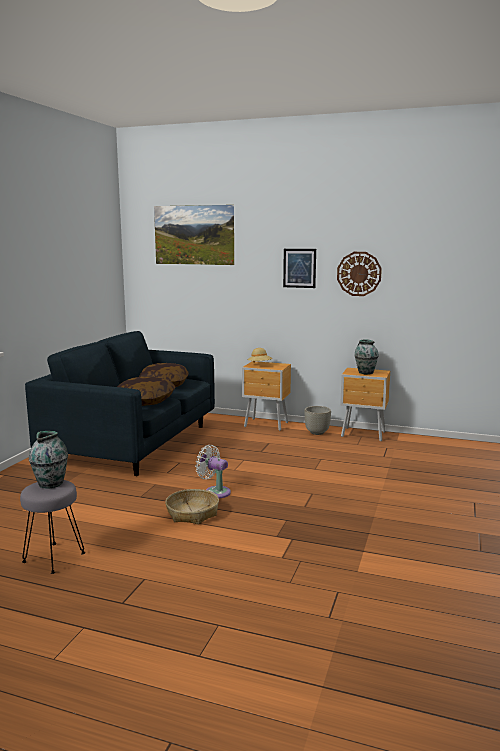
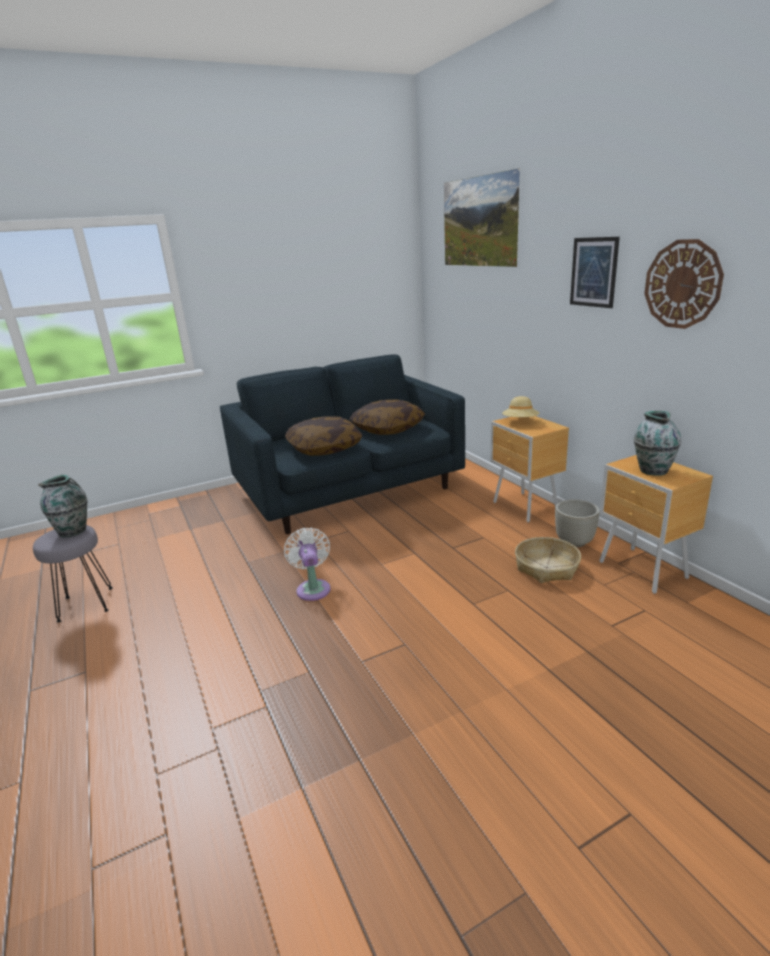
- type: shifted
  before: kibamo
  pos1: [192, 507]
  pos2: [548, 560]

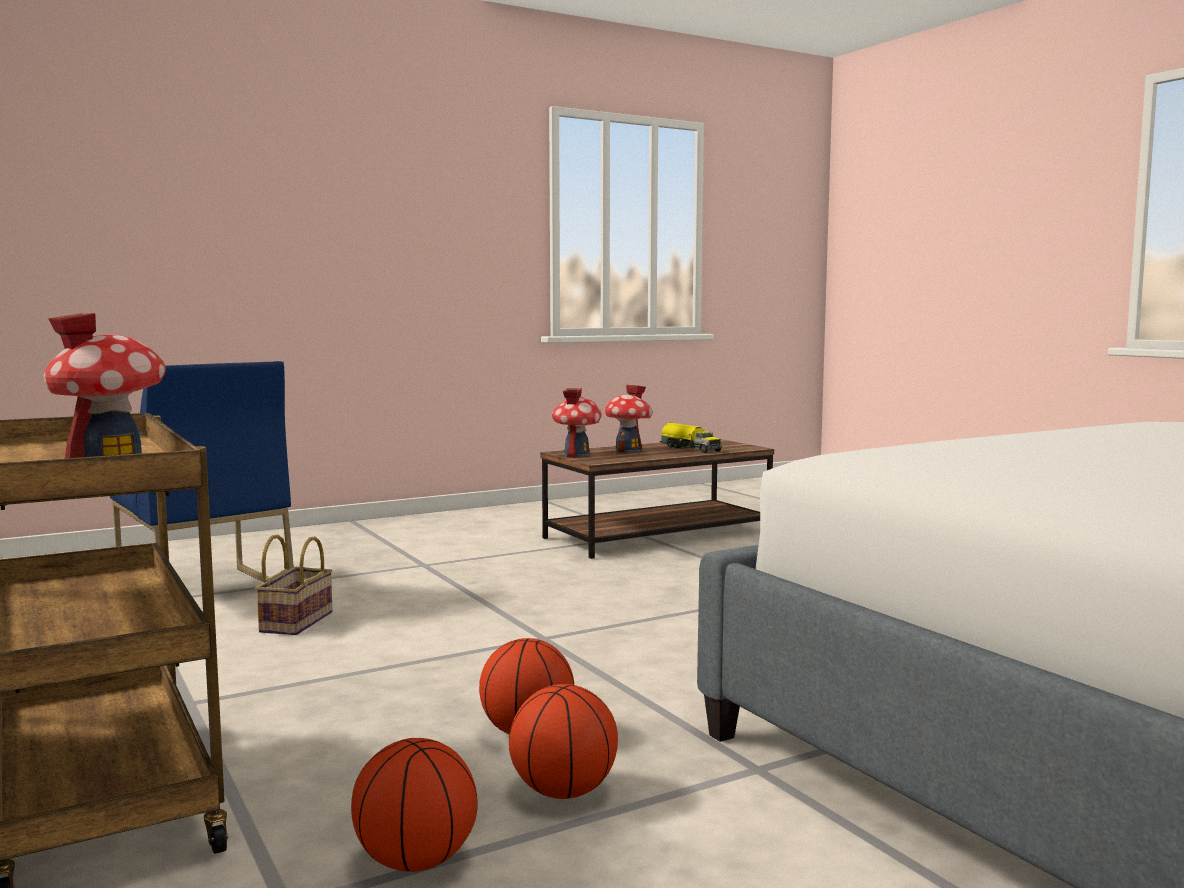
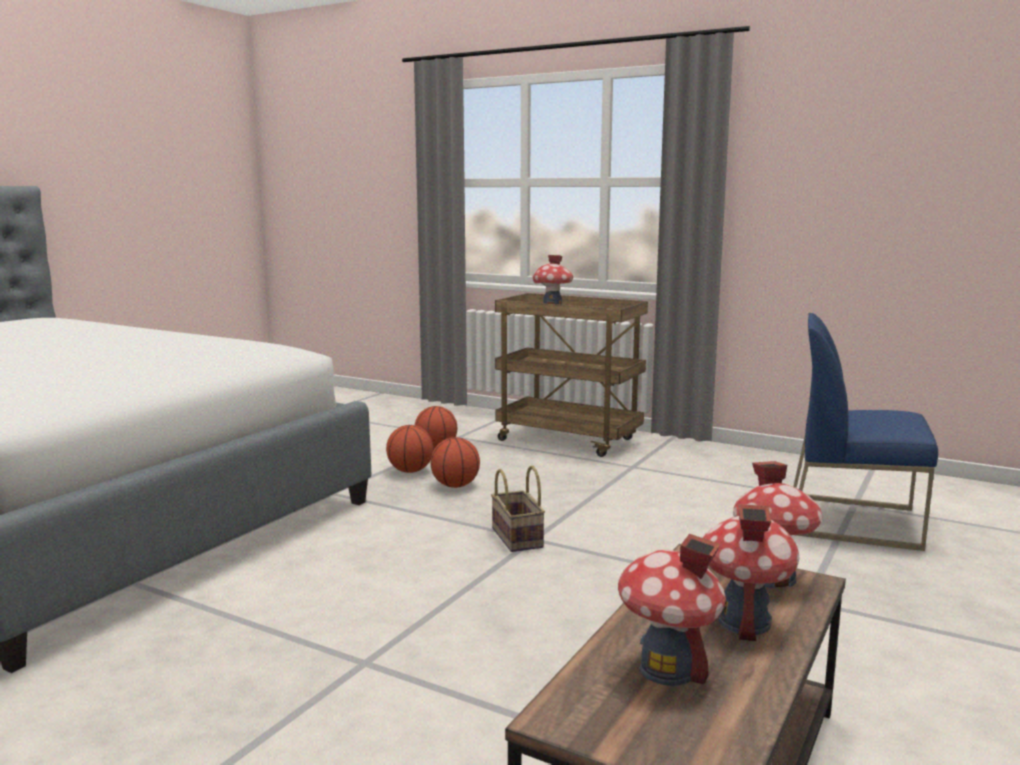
- type: shifted
  before: kibamo
  pos1: [294, 584]
  pos2: [518, 509]
- type: swapped
  before: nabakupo
  after: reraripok
  pos1: [691, 438]
  pos2: [672, 610]

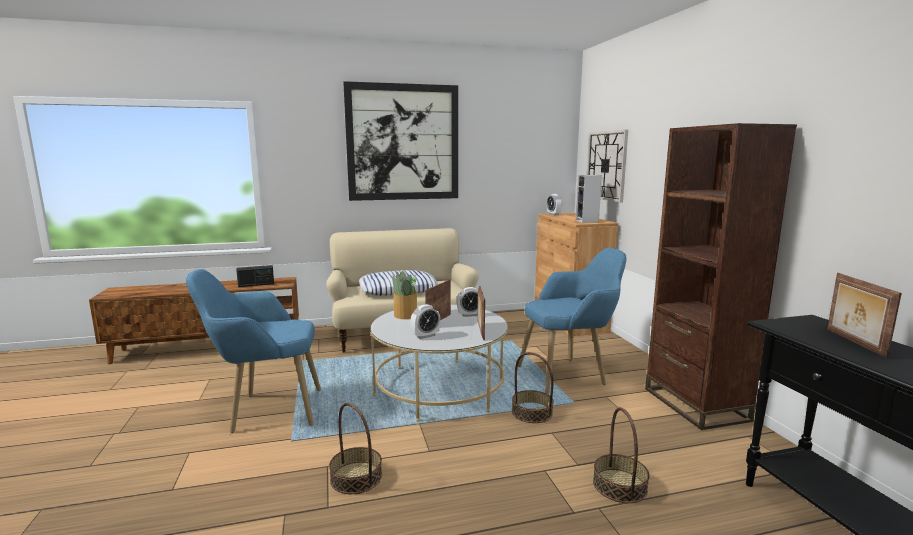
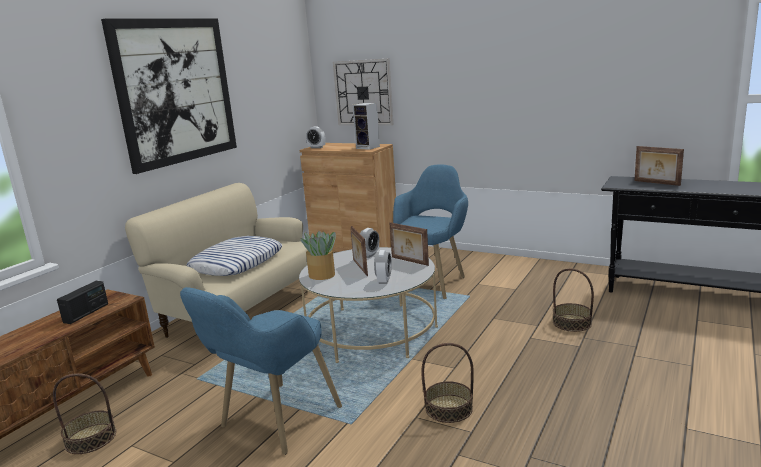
- type: gone
  before: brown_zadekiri
  pos1: [721, 276]
- type: shifted
  before: kibamo
  pos1: [533, 387]
  pos2: [84, 413]

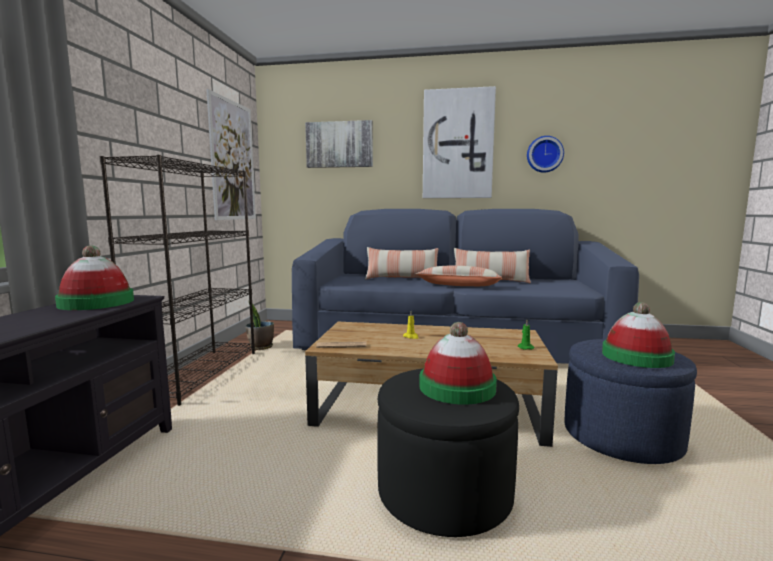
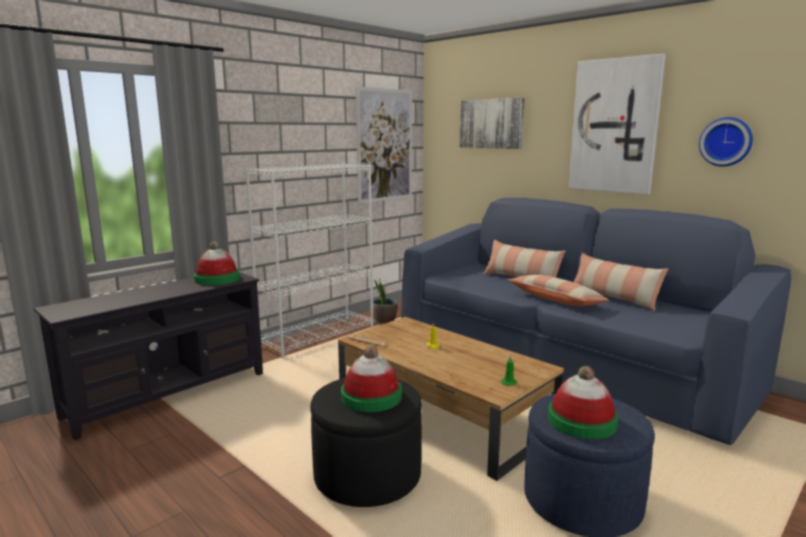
- type: repainted
  before: black_zadekiri
  after: white_zadekiri
  pos1: [177, 280]
  pos2: [309, 260]

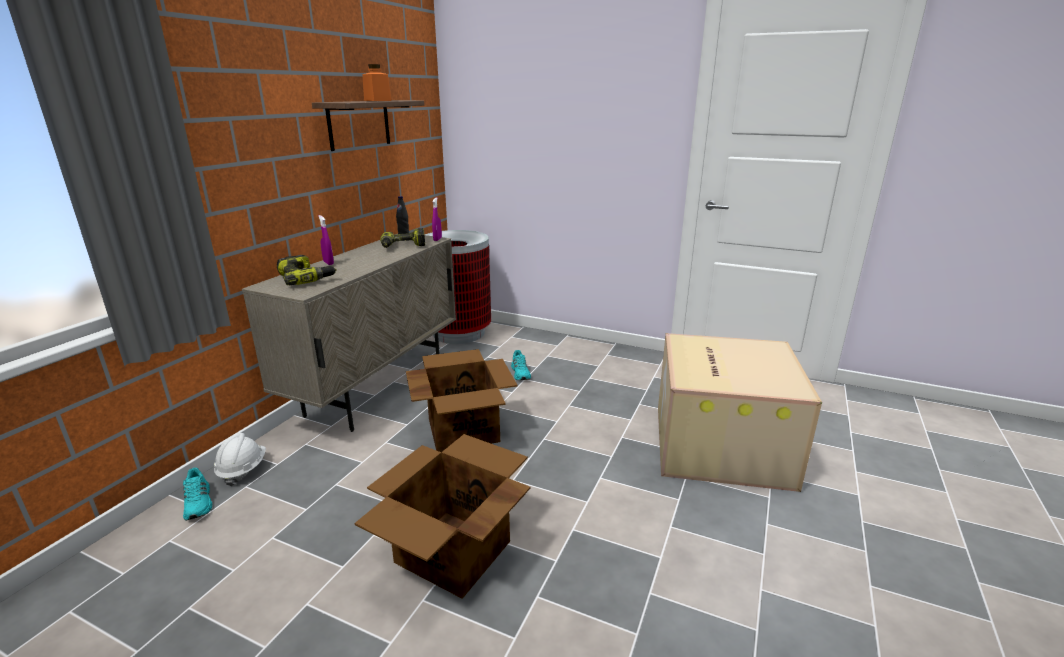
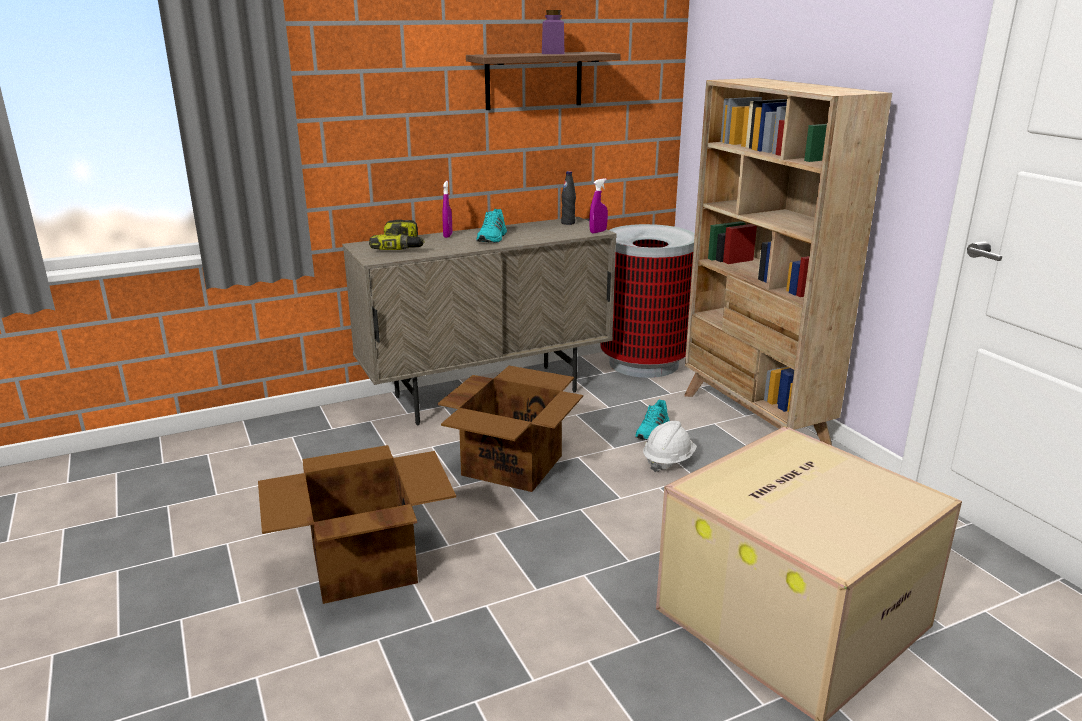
- type: gone
  before: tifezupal
  pos1: [402, 238]
- type: new
  after: beige_zadekiri
  pos2: [788, 262]
- type: shifted
  before: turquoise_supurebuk
  pos1: [197, 494]
  pos2: [491, 226]
- type: shifted
  before: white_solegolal
  pos1: [240, 459]
  pos2: [670, 446]
- type: repainted
  before: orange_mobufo
  after: purple_mobufo
  pos1: [376, 82]
  pos2: [553, 32]

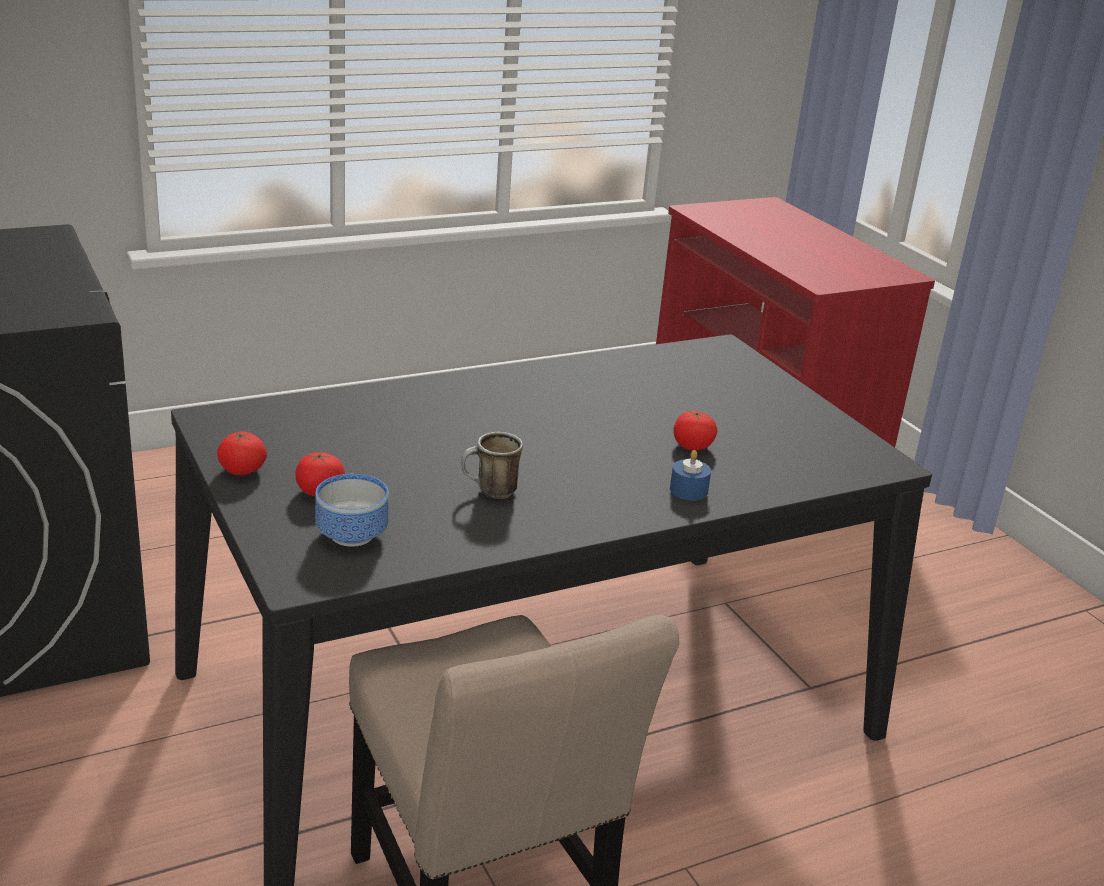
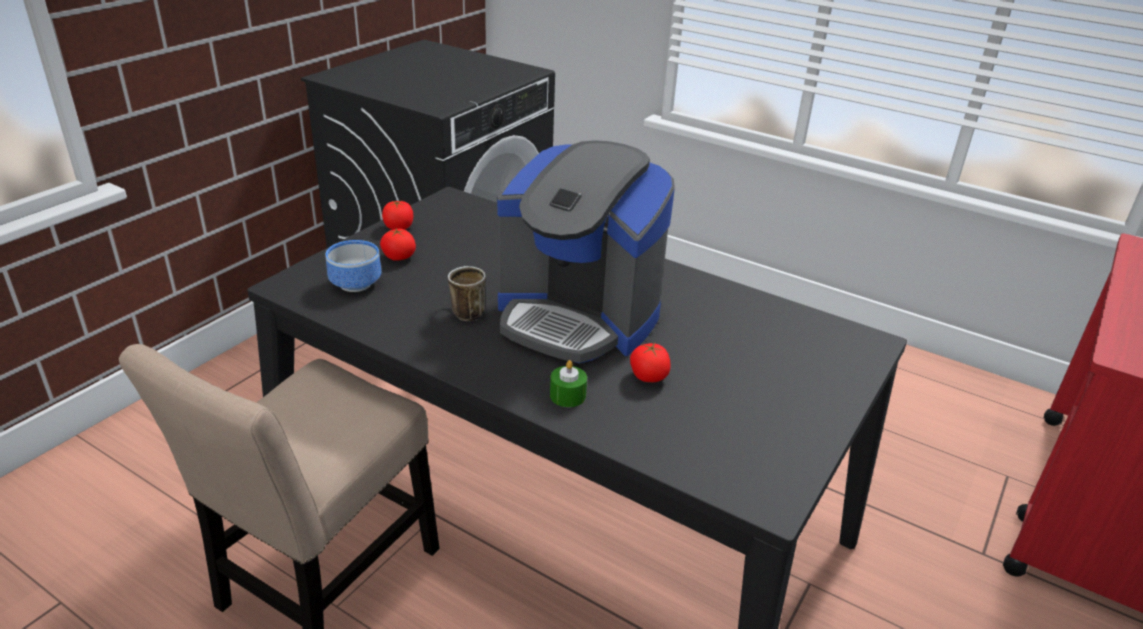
- type: new
  after: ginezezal
  pos2: [586, 252]
- type: repainted
  before: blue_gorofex
  after: green_gorofex
  pos1: [690, 475]
  pos2: [568, 383]

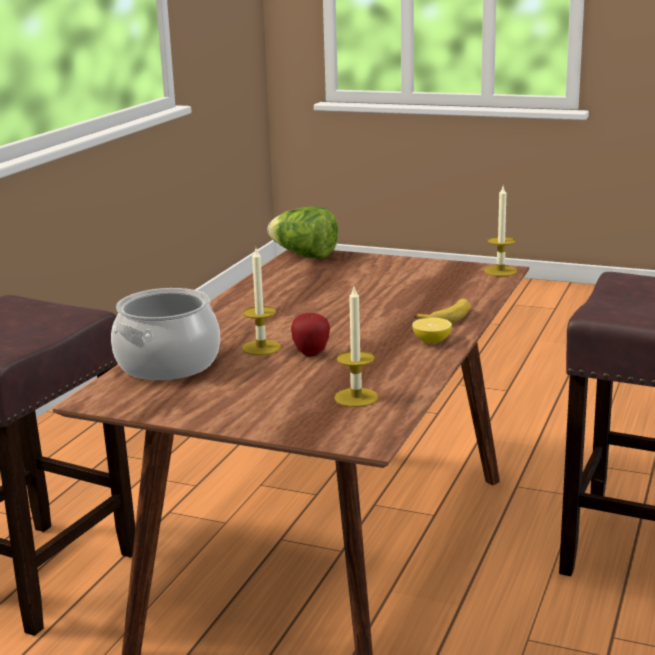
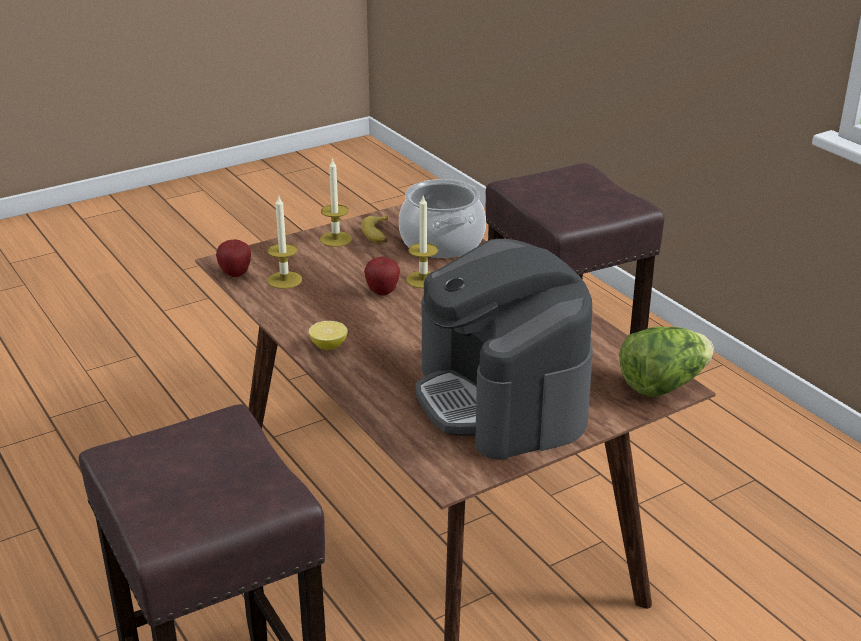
- type: new
  after: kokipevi
  pos2: [233, 258]
- type: new
  after: ginezezal
  pos2: [504, 349]
- type: shifted
  before: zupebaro
  pos1: [442, 311]
  pos2: [374, 229]
- type: shifted
  before: gorofex
  pos1: [500, 231]
  pos2: [336, 202]

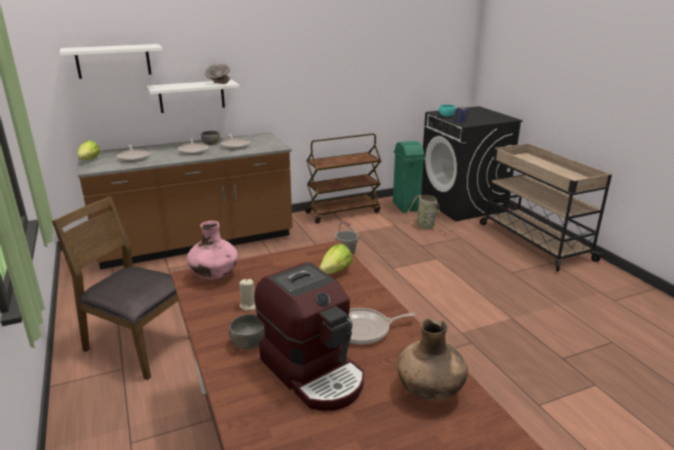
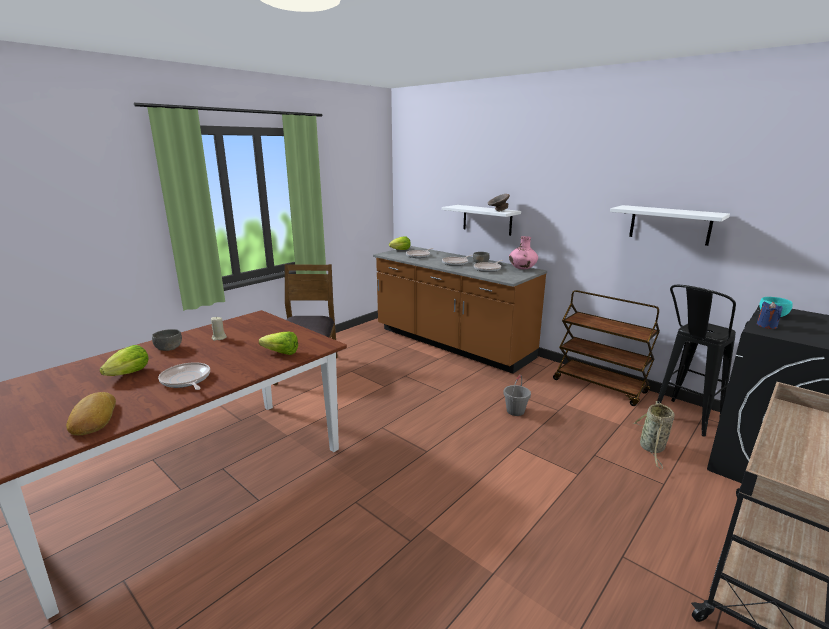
- type: shifted
  before: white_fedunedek
  pos1: [111, 61]
  pos2: [670, 225]
- type: shifted
  before: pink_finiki
  pos1: [212, 250]
  pos2: [523, 253]
- type: swapped
  before: ginezezal
  after: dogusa
  pos1: [309, 337]
  pos2: [123, 360]
- type: swapped
  before: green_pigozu
  after: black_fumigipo
  pos1: [409, 177]
  pos2: [696, 361]
- type: swapped
  before: brown_finiki
  after: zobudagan
  pos1: [432, 359]
  pos2: [91, 413]

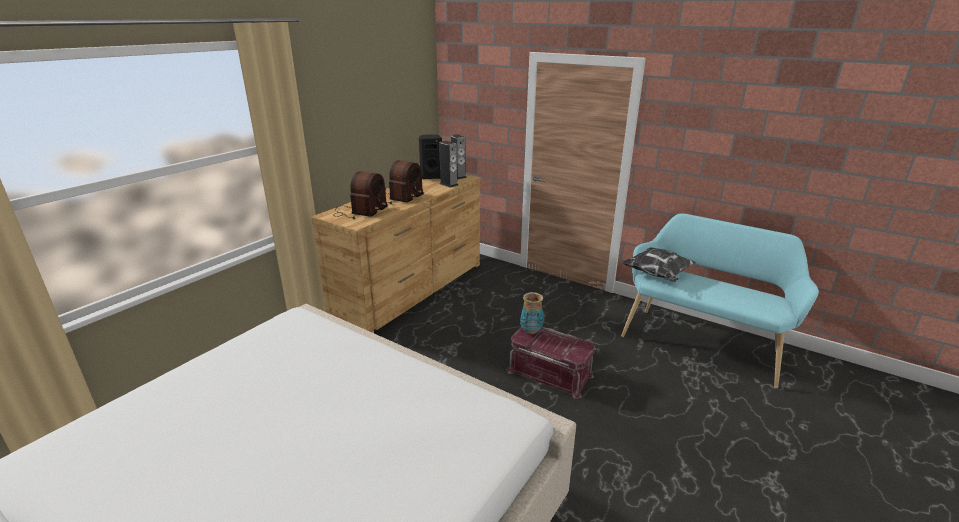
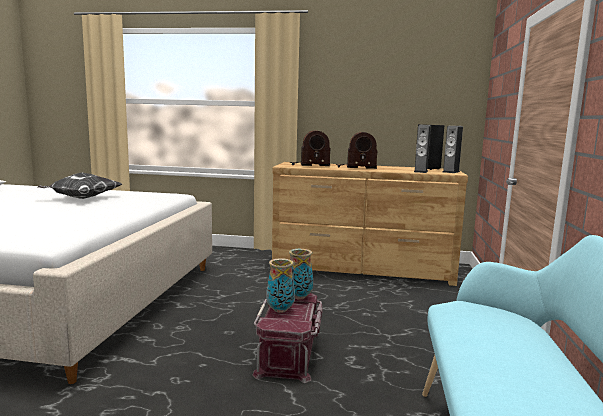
- type: new
  after: finiki
  pos2: [280, 285]
- type: shifted
  before: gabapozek
  pos1: [659, 264]
  pos2: [80, 185]

